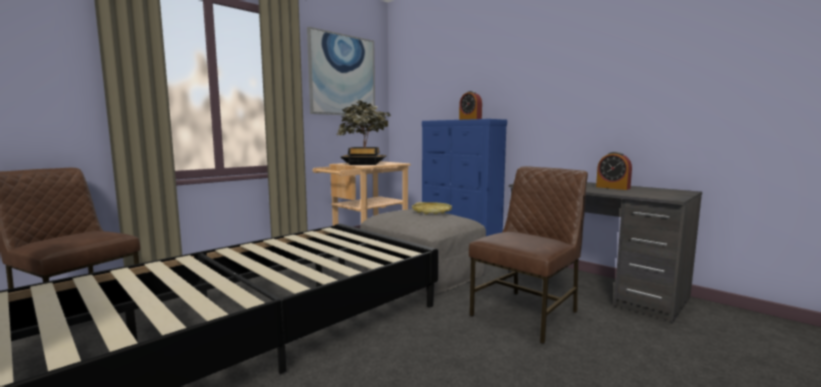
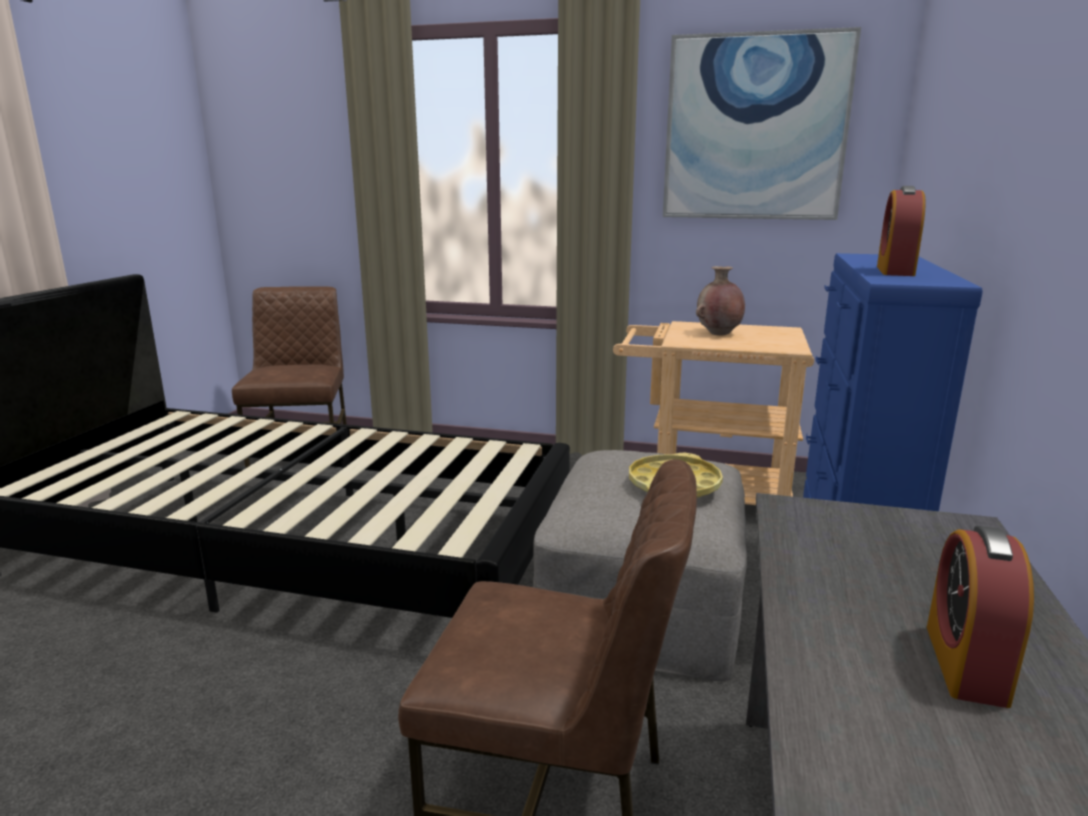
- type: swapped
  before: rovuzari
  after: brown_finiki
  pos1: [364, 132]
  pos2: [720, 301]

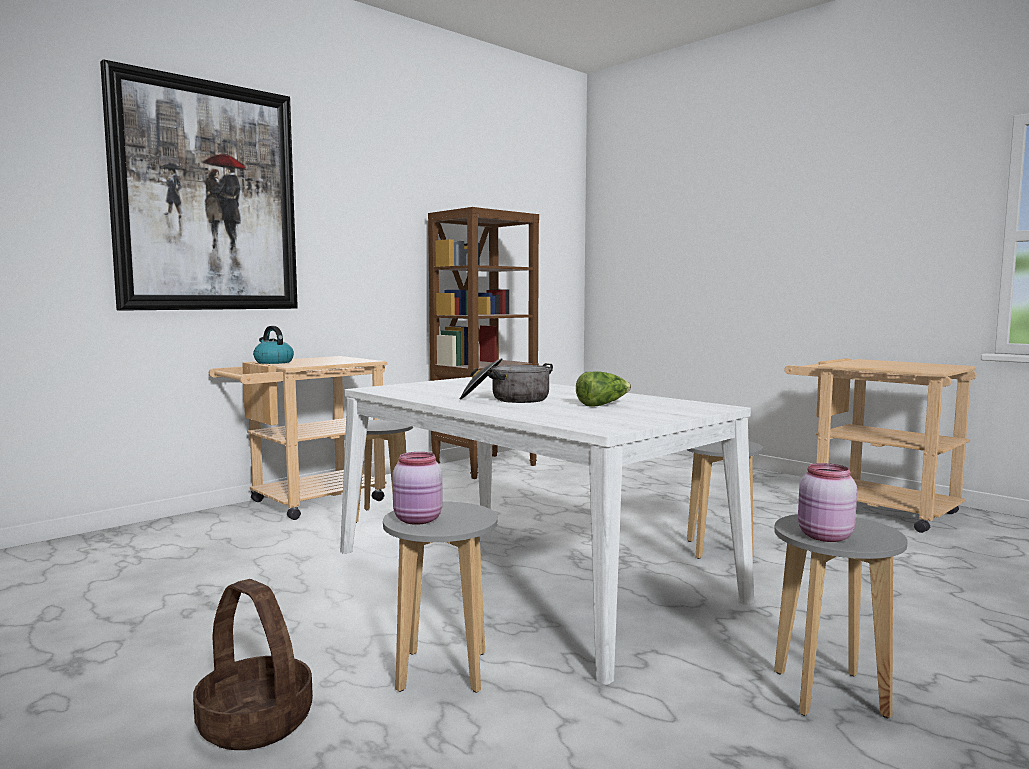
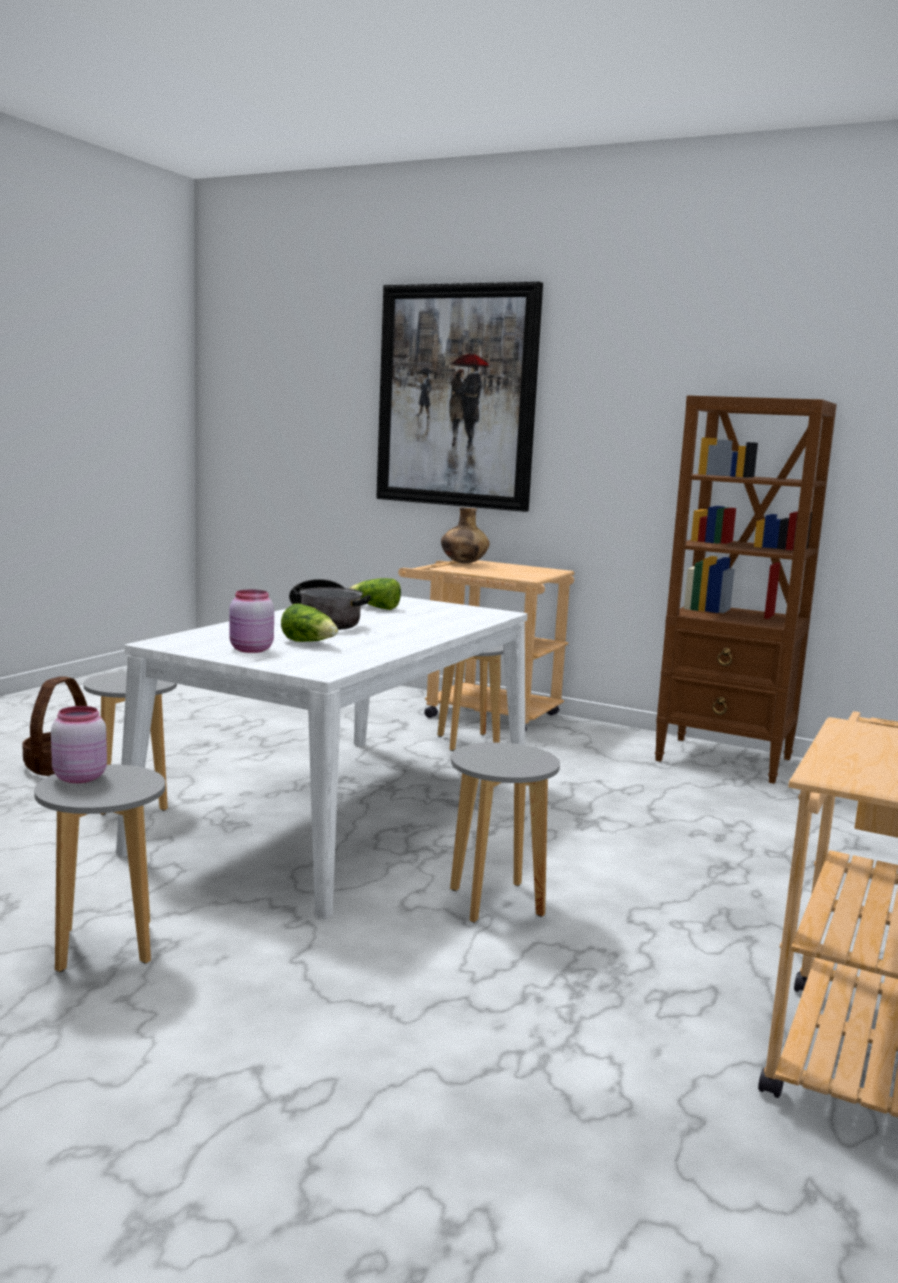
- type: new
  after: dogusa
  pos2: [375, 594]
- type: shifted
  before: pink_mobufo
  pos1: [417, 488]
  pos2: [251, 621]
- type: swapped
  before: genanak
  after: brown_finiki
  pos1: [273, 345]
  pos2: [465, 535]

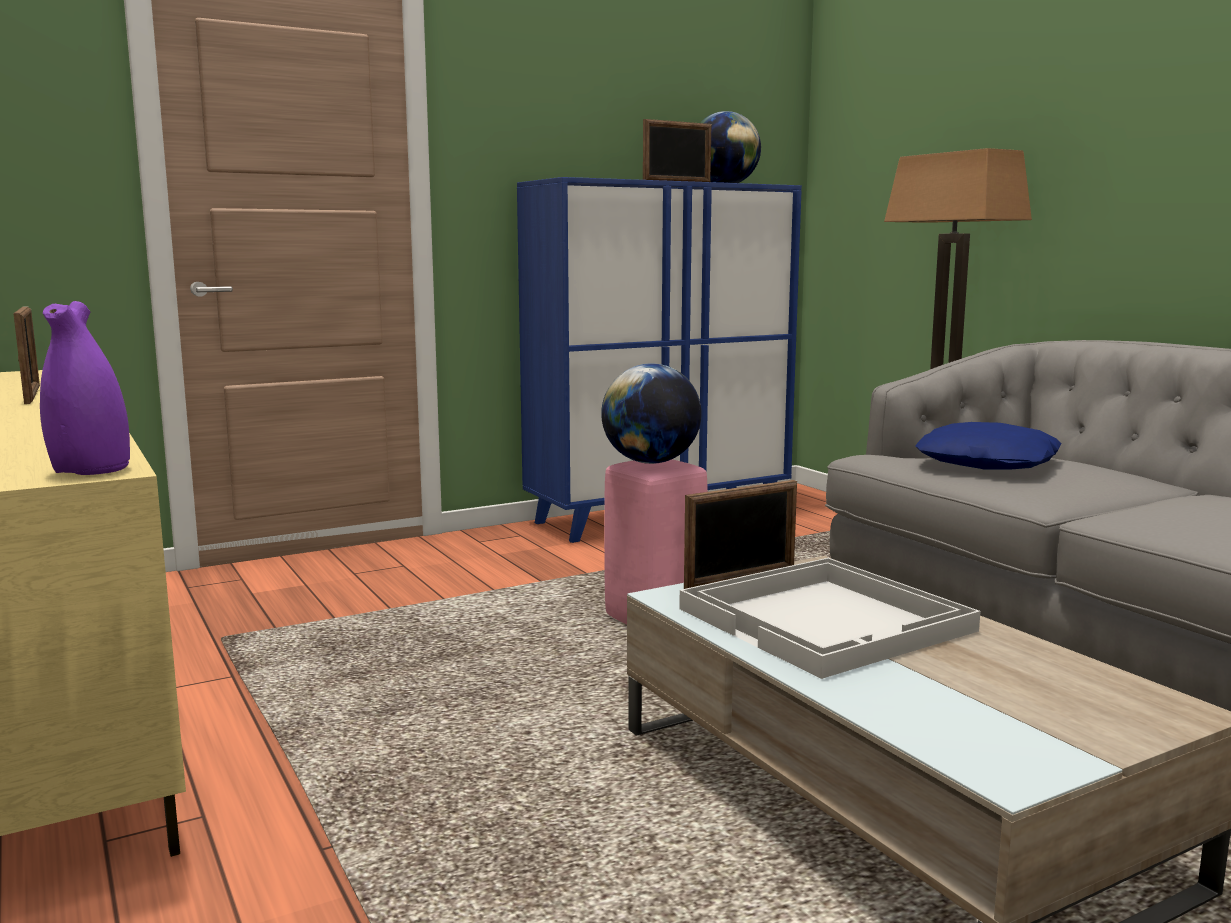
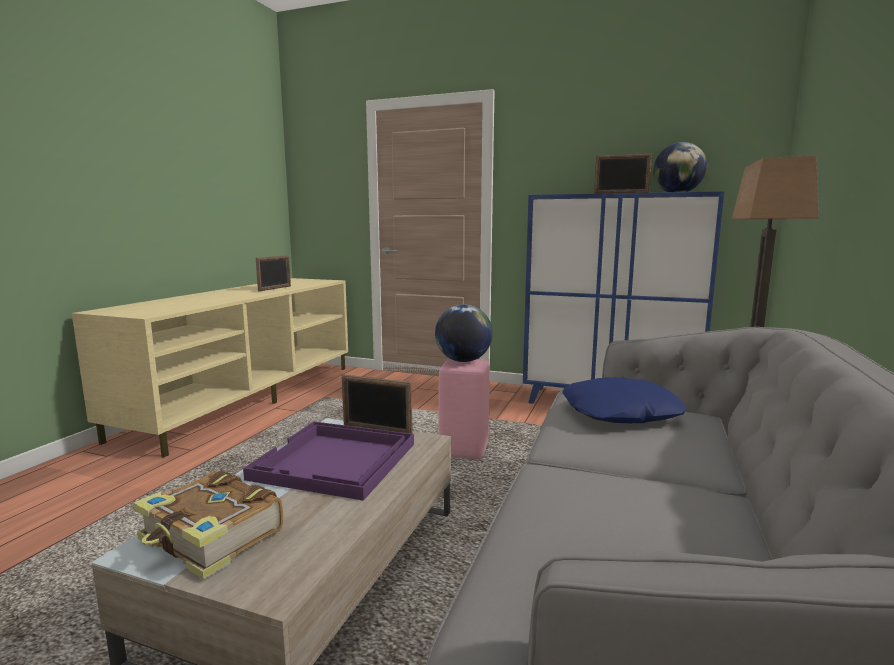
- type: gone
  before: purple_finiki
  pos1: [85, 388]
- type: new
  after: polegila
  pos2: [208, 524]
- type: repainted
  before: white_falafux
  after: purple_falafux
  pos1: [830, 618]
  pos2: [328, 461]

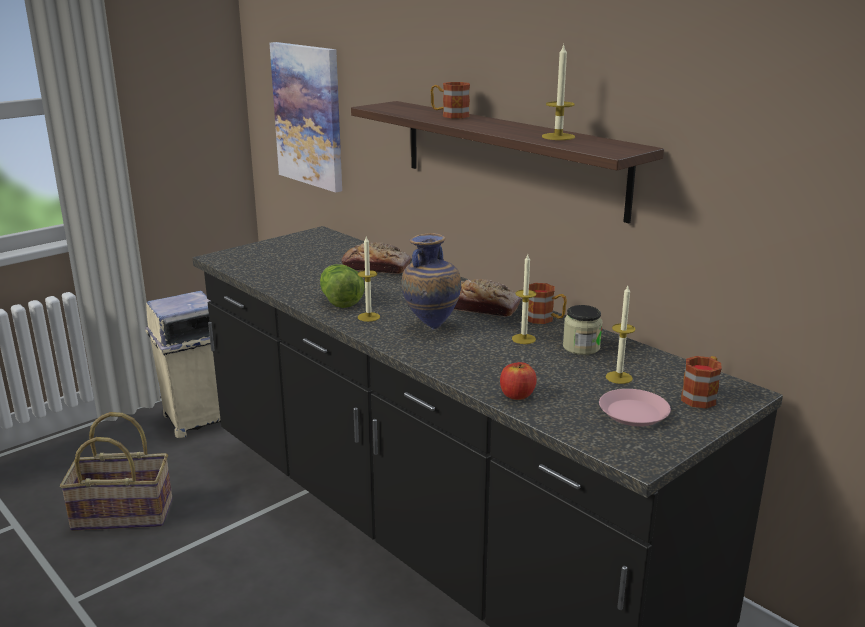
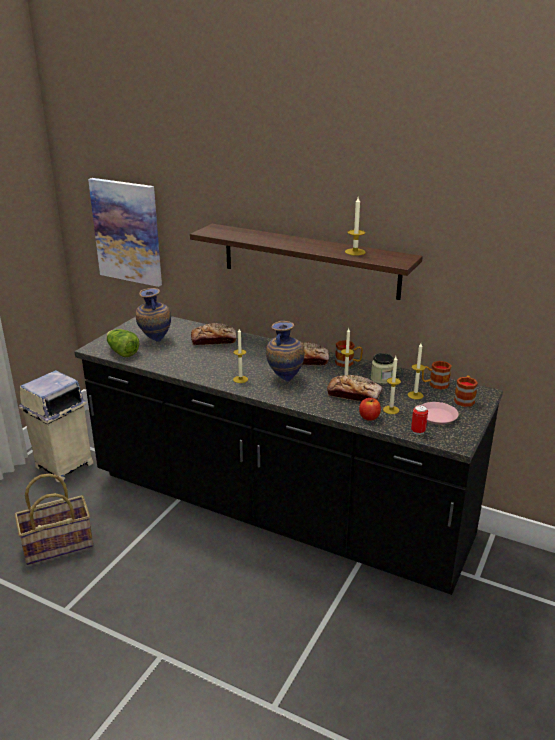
- type: new
  after: finiki
  pos2: [153, 315]
- type: new
  after: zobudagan
  pos2: [355, 388]
- type: new
  after: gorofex
  pos2: [392, 385]
- type: new
  after: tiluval
  pos2: [419, 420]
- type: shifted
  before: dogusa
  pos1: [342, 286]
  pos2: [123, 343]
- type: shifted
  before: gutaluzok
  pos1: [450, 100]
  pos2: [437, 375]

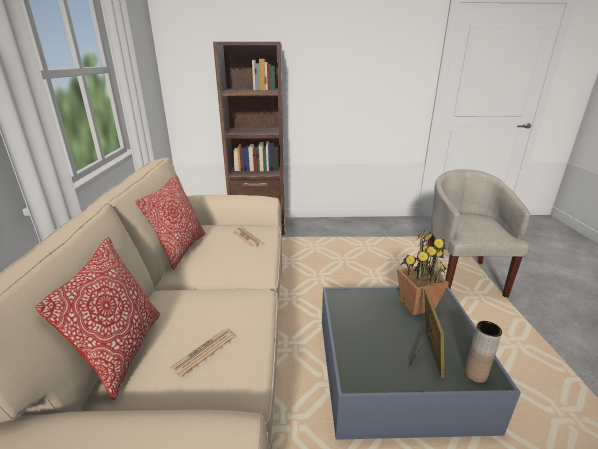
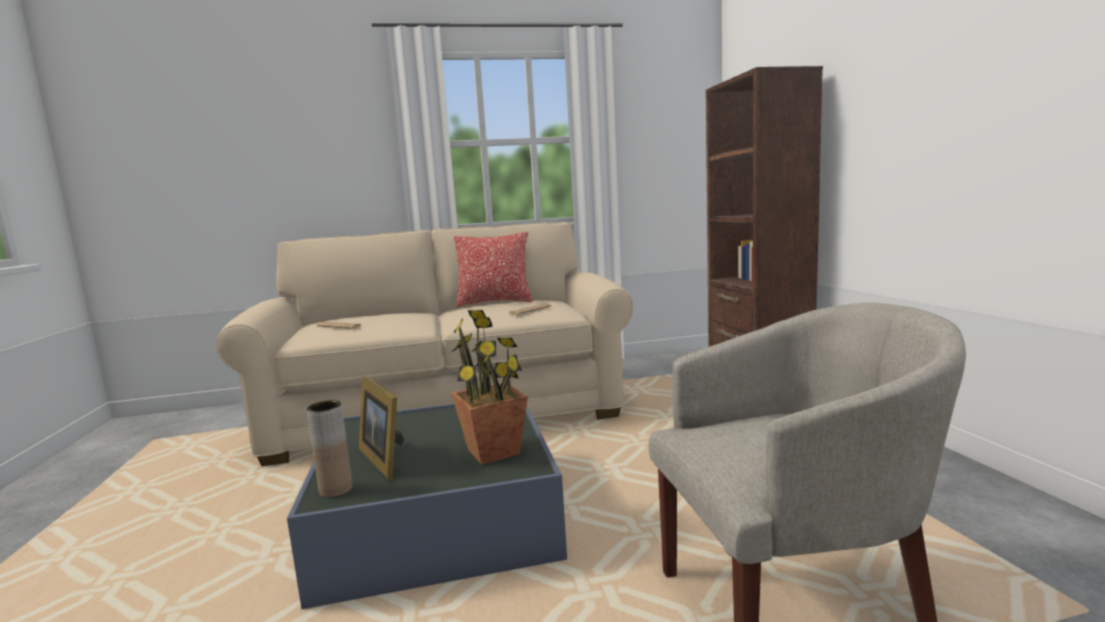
- type: gone
  before: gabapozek
  pos1: [98, 319]
- type: rotated
  before: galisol
  pos1: [426, 333]
  pos2: [381, 428]
  turn: 60

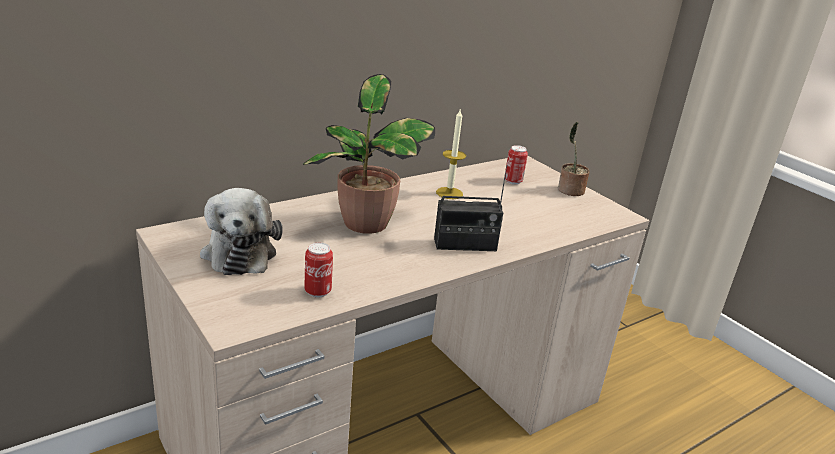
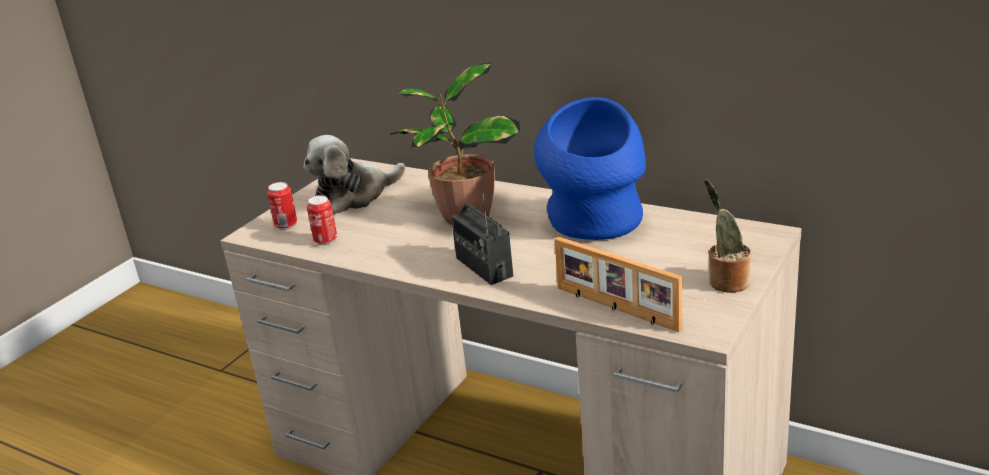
- type: new
  after: galisol
  pos2: [618, 284]
- type: shifted
  before: tiluval
  pos1: [516, 165]
  pos2: [282, 206]
- type: swapped
  before: gorofex
  after: blue_finiki
  pos1: [451, 153]
  pos2: [590, 168]

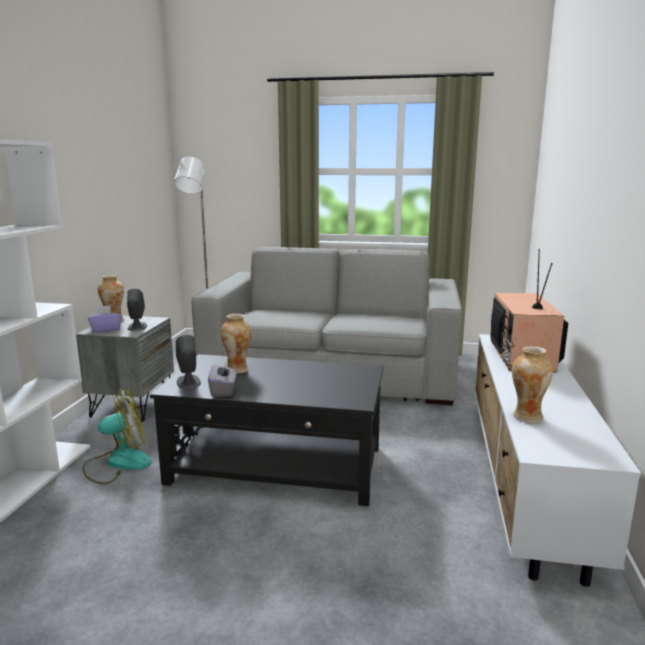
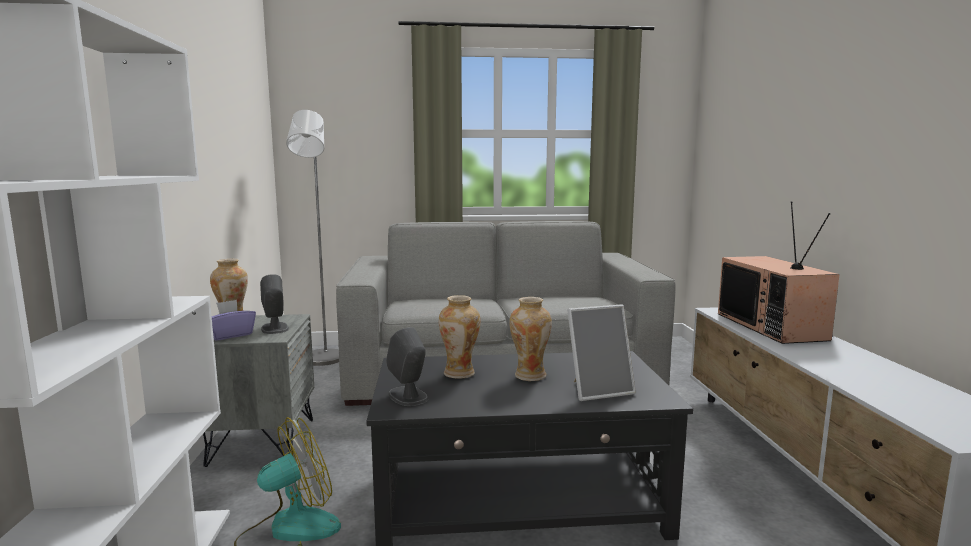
- type: gone
  before: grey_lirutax
  pos1: [222, 378]
- type: new
  after: galisol
  pos2: [601, 352]
- type: shifted
  before: finiki
  pos1: [532, 384]
  pos2: [530, 339]

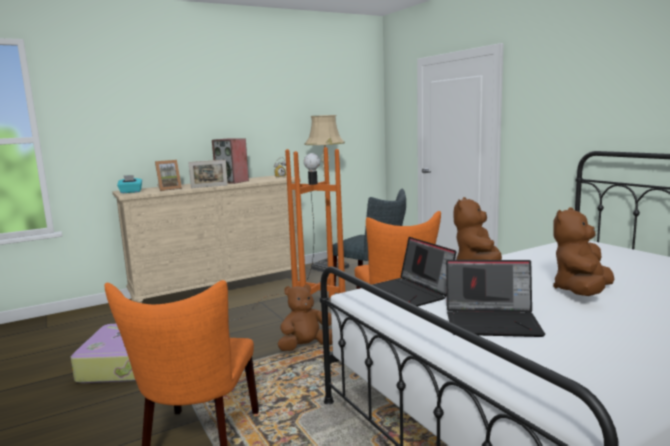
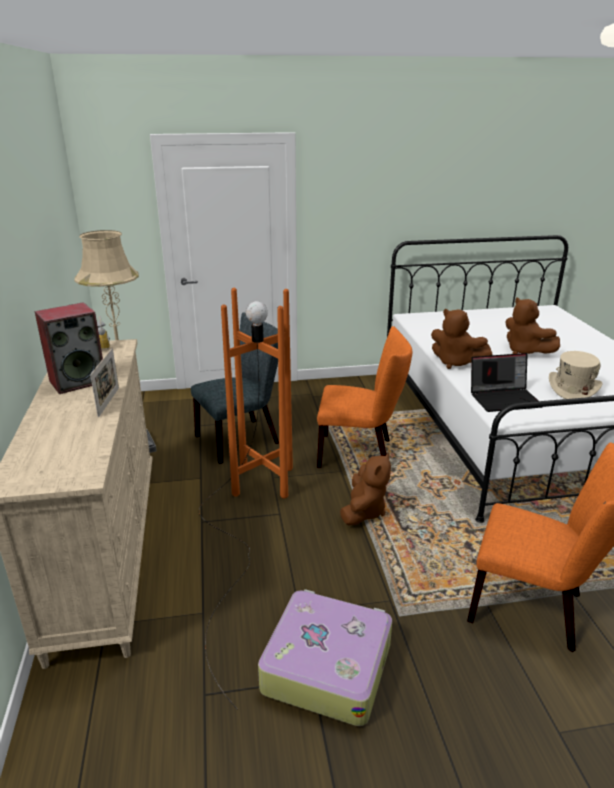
- type: gone
  before: turquoise_lirutax
  pos1: [129, 184]
- type: gone
  before: galisol
  pos1: [168, 175]
- type: swapped
  before: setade
  after: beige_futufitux
  pos1: [495, 298]
  pos2: [576, 375]
- type: rotated
  before: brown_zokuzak
  pos1: [305, 317]
  pos2: [365, 489]
  turn: -150

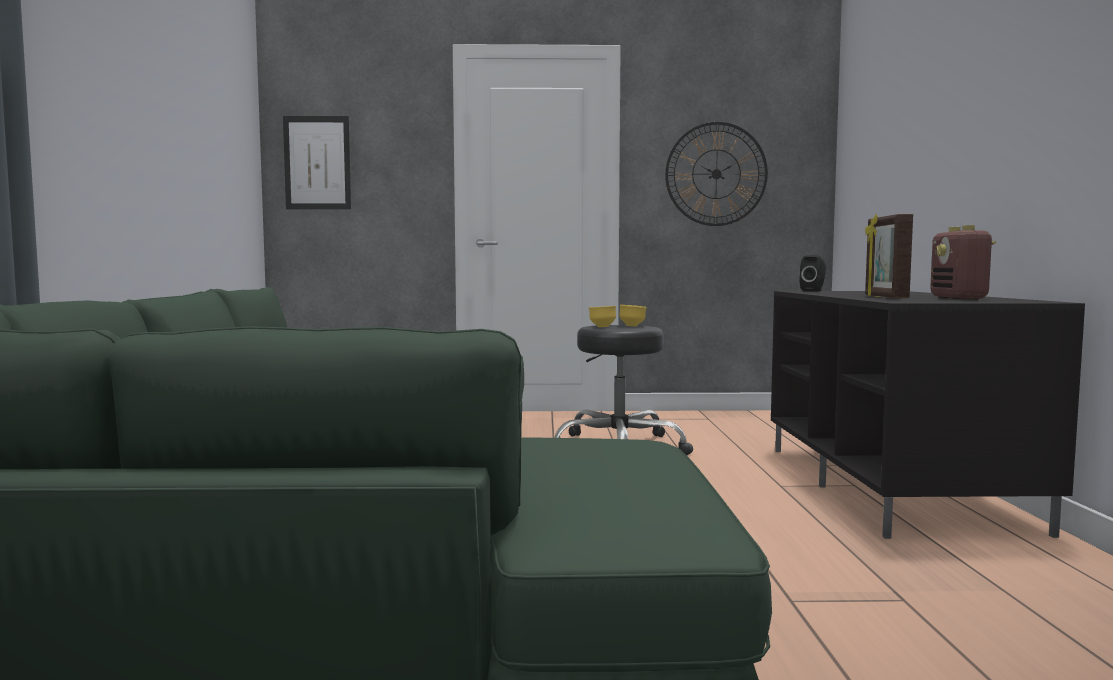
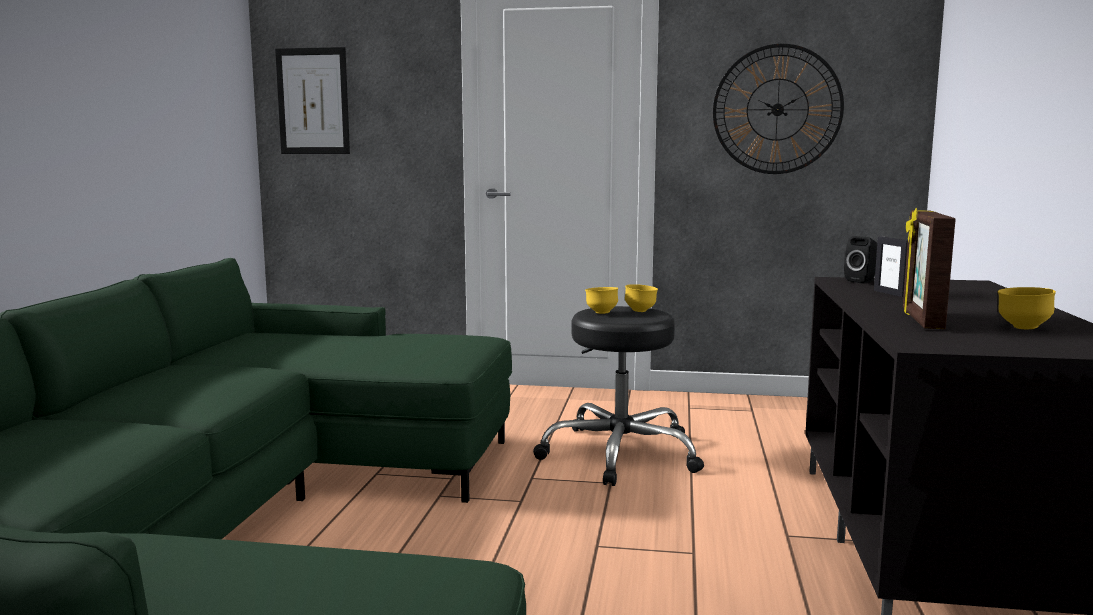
- type: new
  after: galisol
  pos2: [891, 267]
- type: swapped
  before: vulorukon
  after: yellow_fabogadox
  pos1: [963, 262]
  pos2: [1027, 308]

